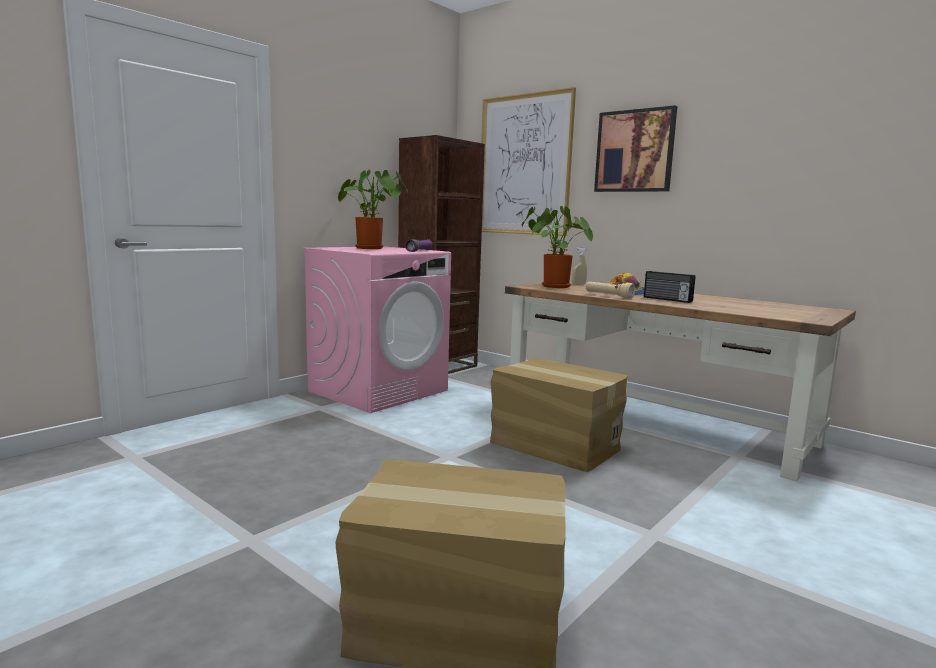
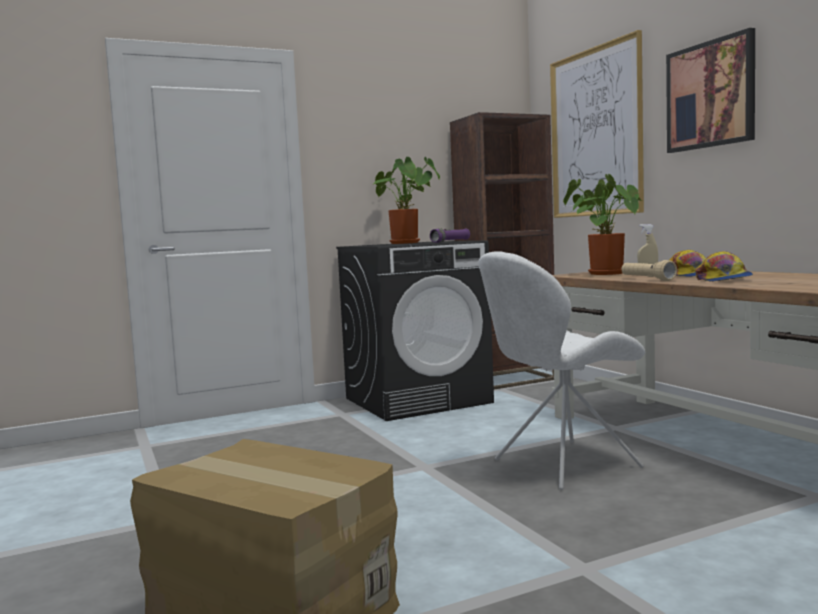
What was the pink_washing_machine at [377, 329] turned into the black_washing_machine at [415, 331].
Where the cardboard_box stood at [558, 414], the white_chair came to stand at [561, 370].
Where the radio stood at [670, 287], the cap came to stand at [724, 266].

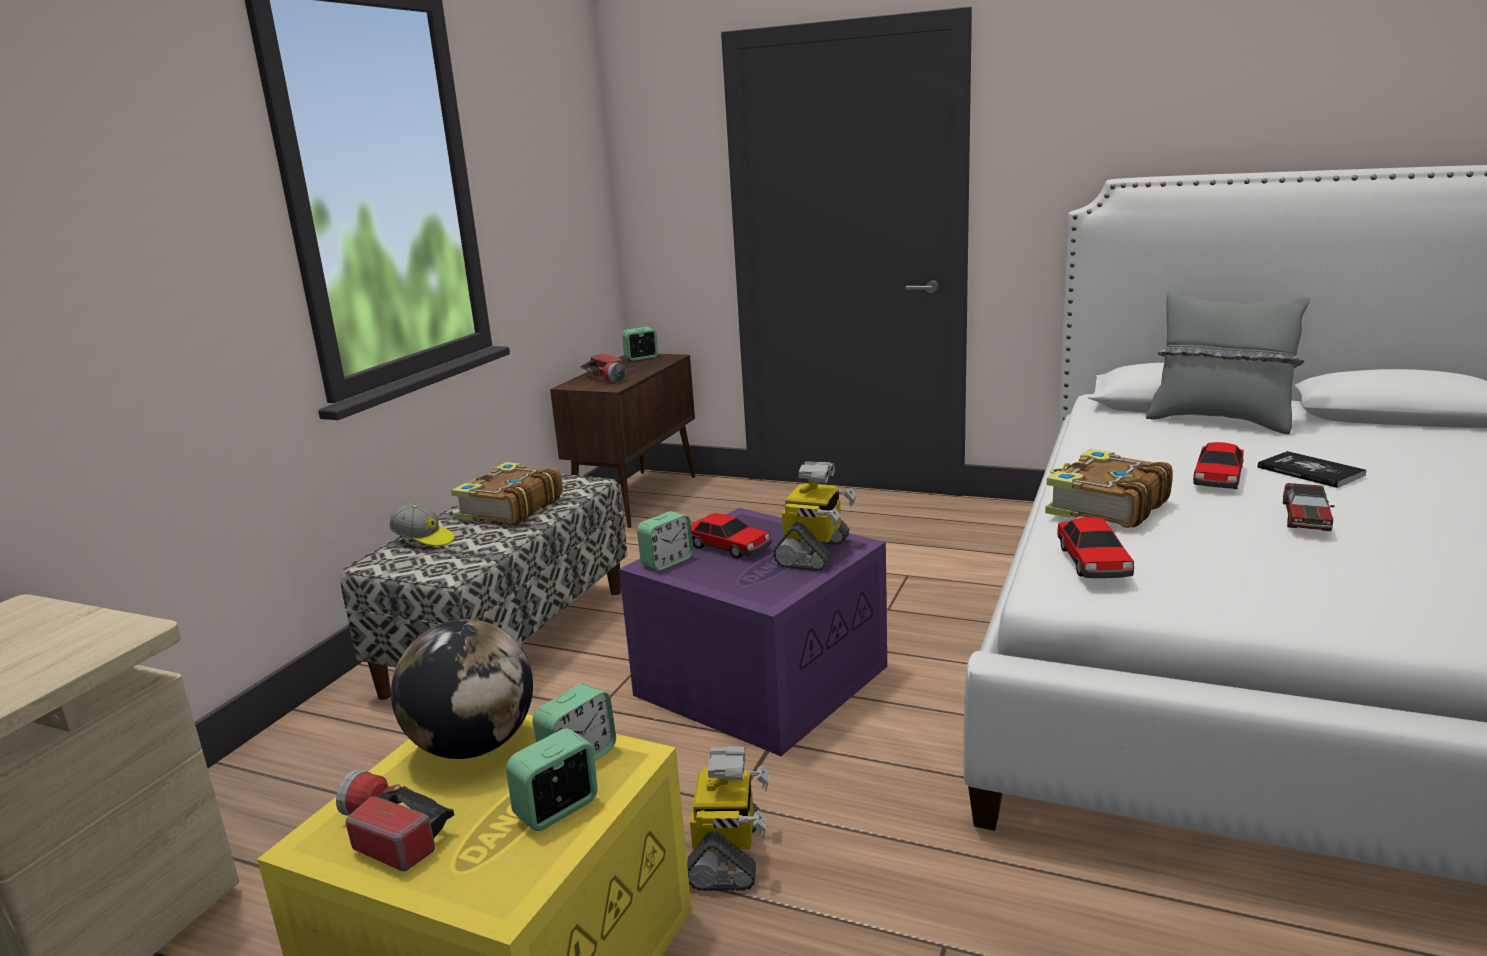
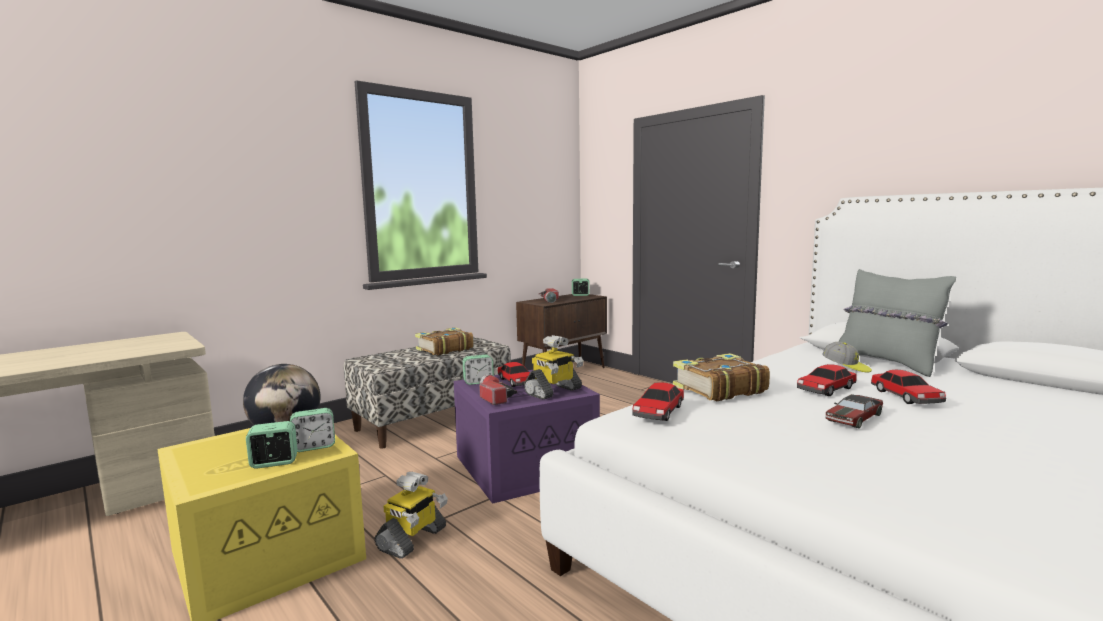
The flashlight ended up elsewhere, having gone from [395, 820] to [498, 389].
The cap ended up elsewhere, having gone from [421, 524] to [847, 357].
Where the book stood at [1312, 469], the toy_car came to stand at [908, 387].

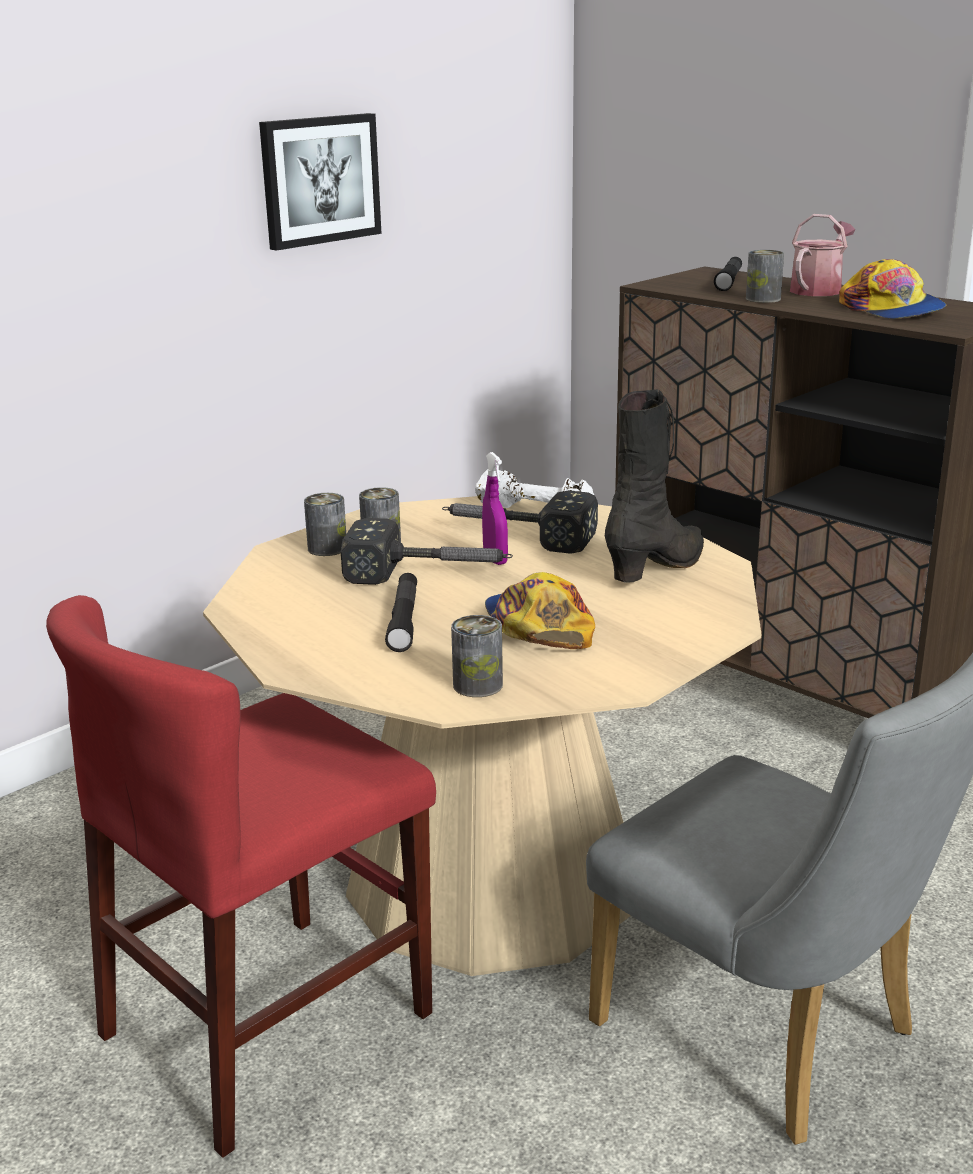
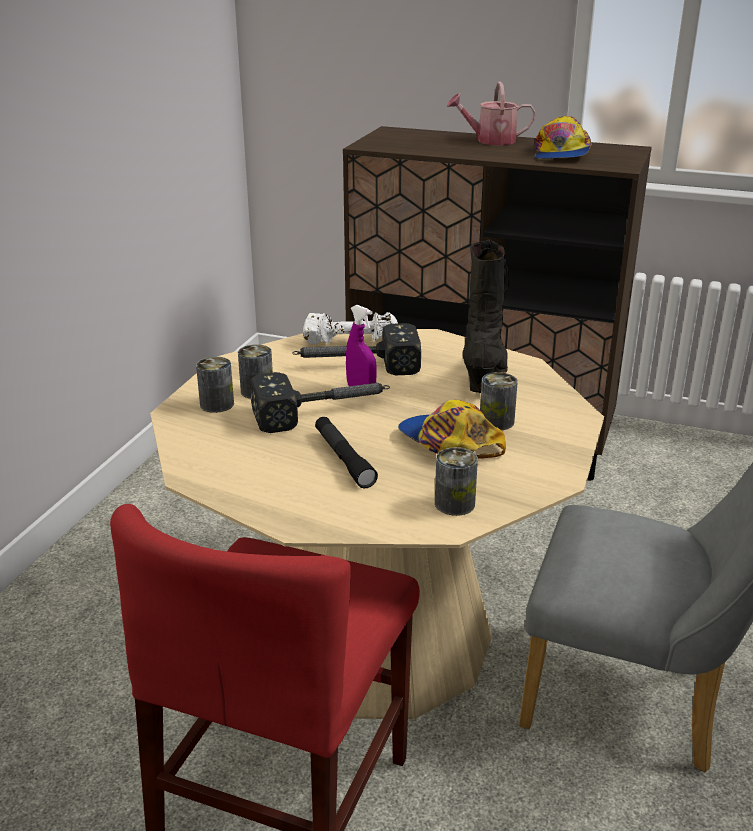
The watering_can at [822, 255] ended up facing another way, 105 degrees counterclockwise from before.
The can ended up elsewhere, having gone from [765, 276] to [499, 401].
The cap at [892, 289] ended up facing another way, 60 degrees clockwise from before.
The second view lost the picture at [320, 182].
The second view lost the black_flashlight at [728, 274].

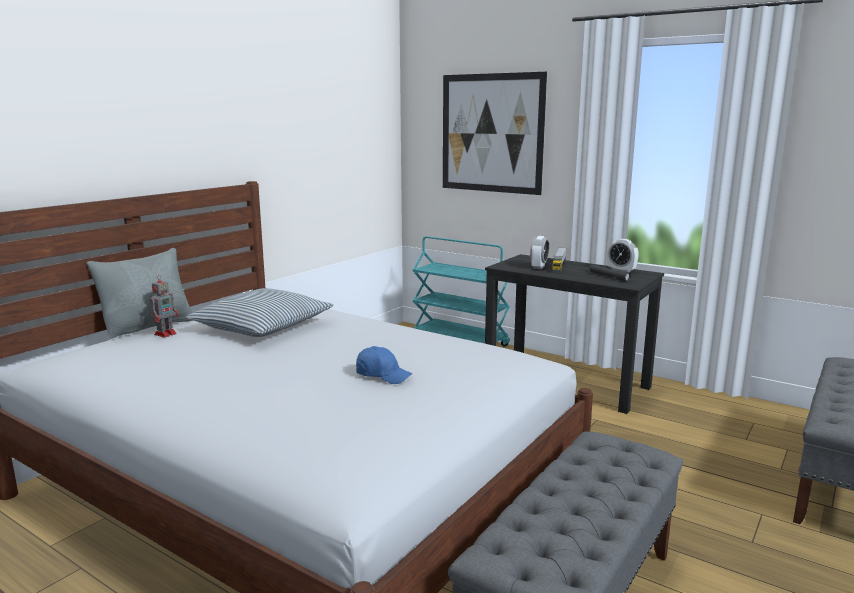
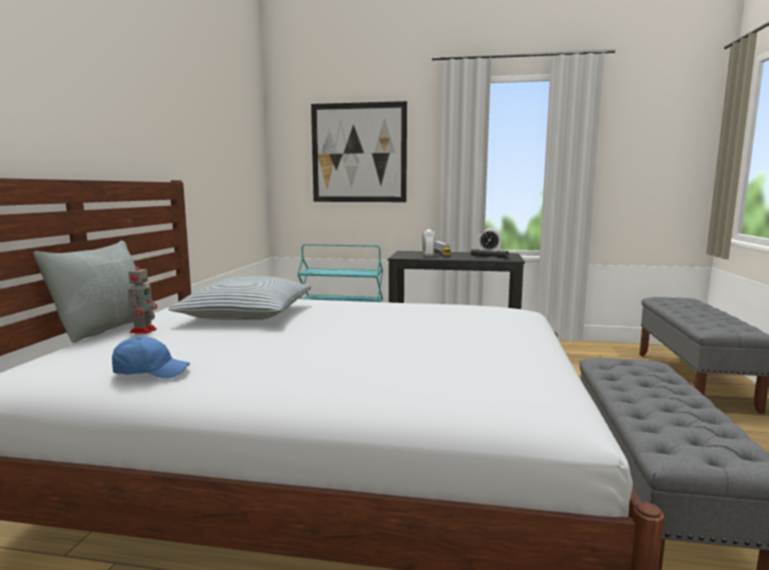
The blue_cap ended up elsewhere, having gone from [384, 365] to [151, 357].

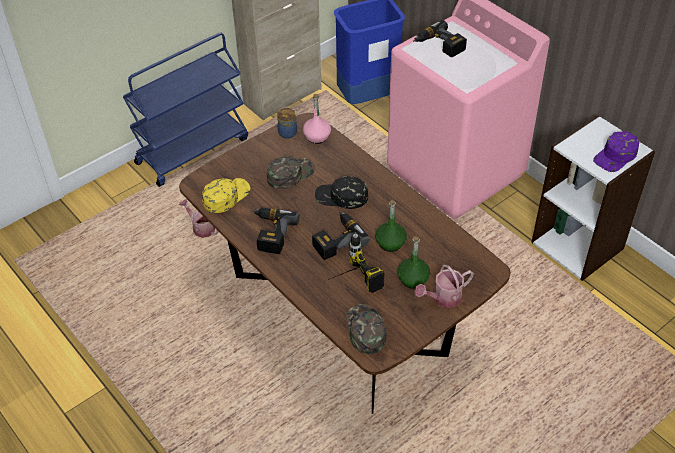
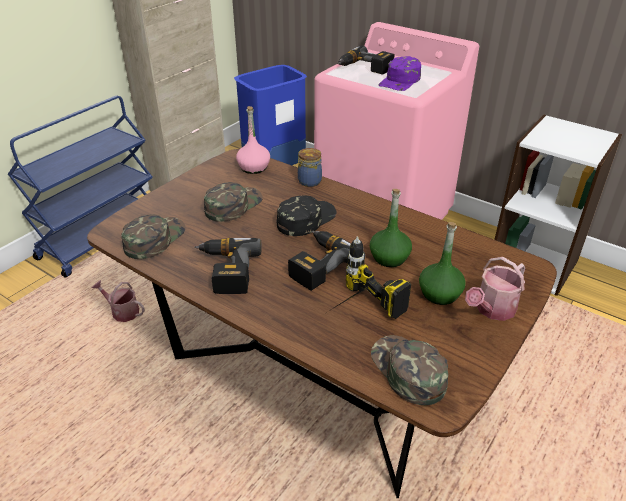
What was the yellow_cap at [226, 195] turned into the green_cap at [153, 236].
The black_cap at [341, 192] ended up facing another way, 135 degrees clockwise from before.
The jar ended up elsewhere, having gone from [287, 123] to [310, 167].
The purple_cap ended up elsewhere, having gone from [616, 151] to [400, 73].

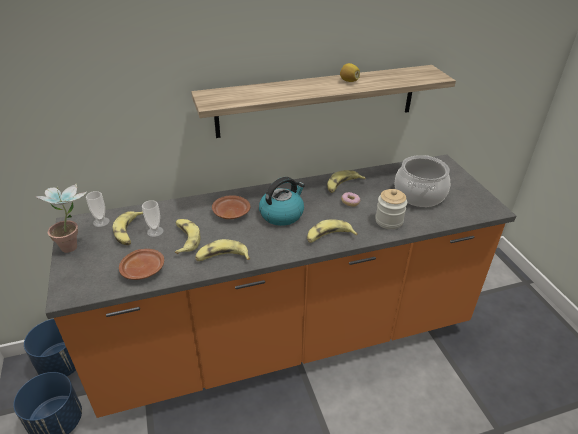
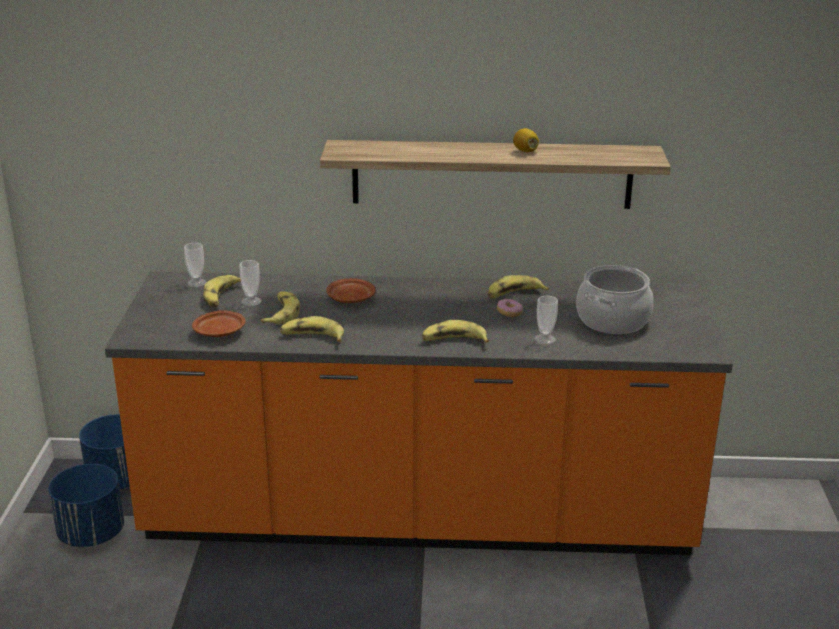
Where the jar stood at [391, 209], the cup came to stand at [546, 320].
The second view lost the potted_plant at [61, 218].
The second view lost the kettle at [282, 201].

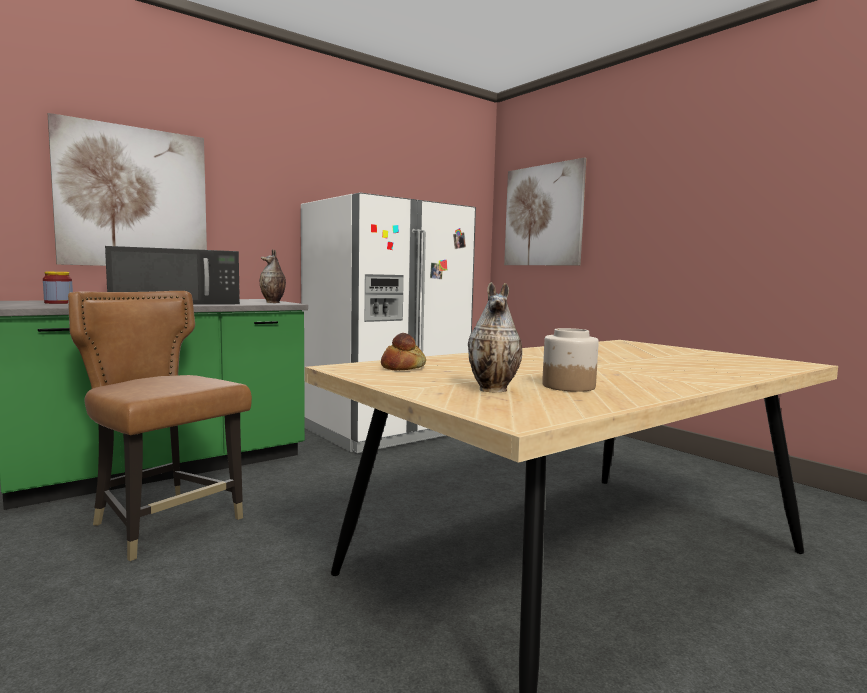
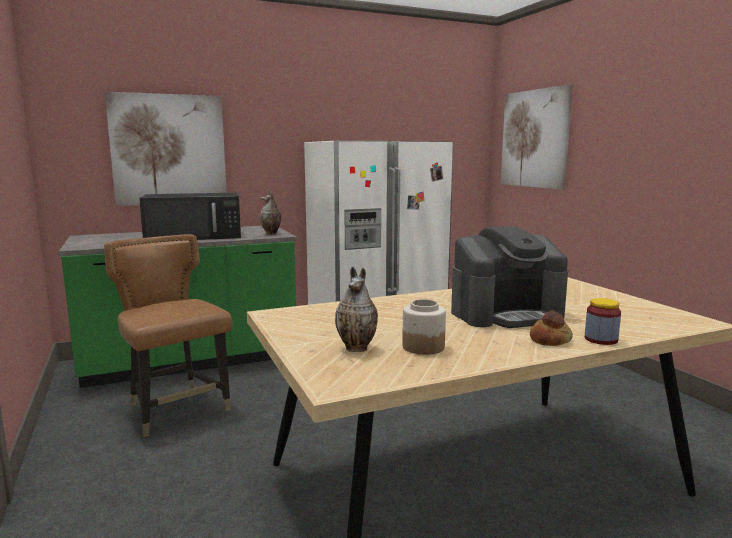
The second view gained the coffee_machine at [509, 277].
The bread ended up elsewhere, having gone from [403, 351] to [551, 328].
The jar ended up elsewhere, having gone from [58, 287] to [603, 321].

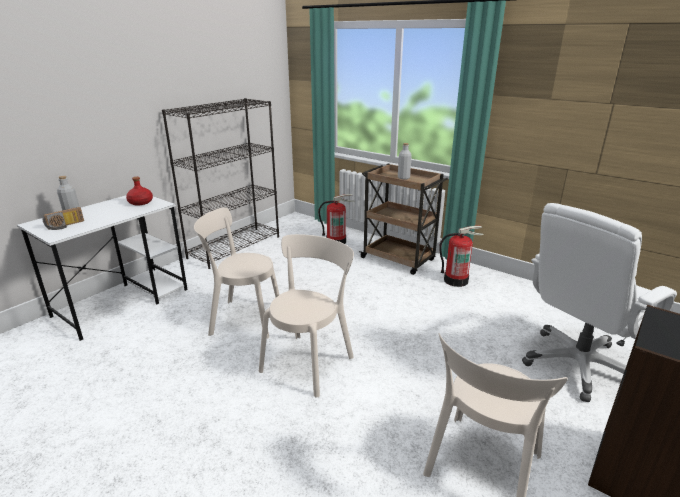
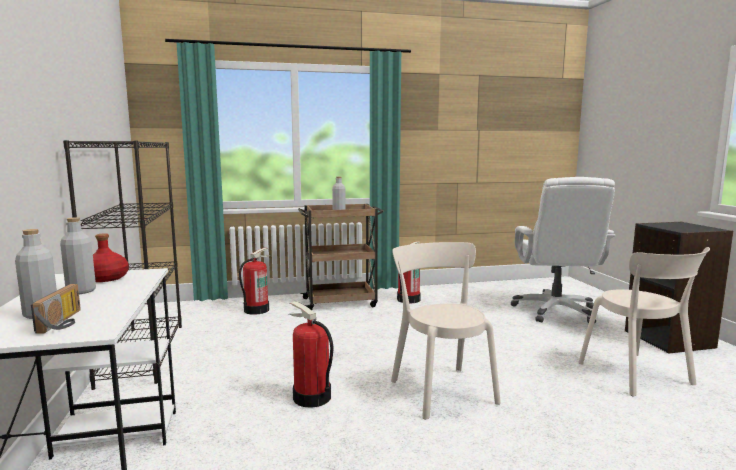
The second view gained the grey_bottle at [78, 255].
Where the beige_chair stood at [237, 273], the fire_extinguisher came to stand at [311, 355].

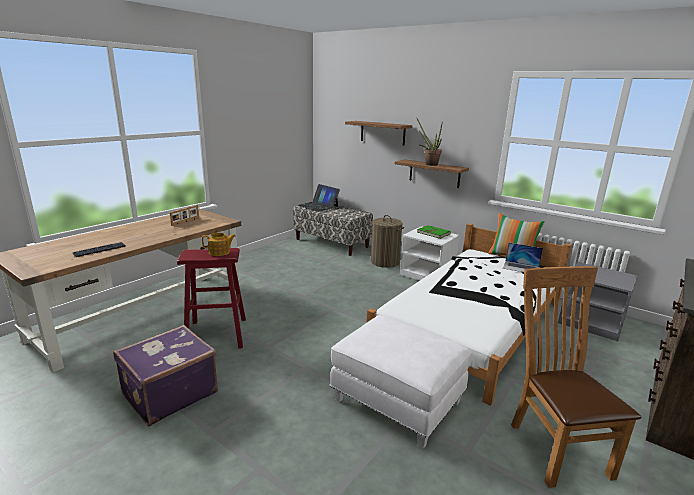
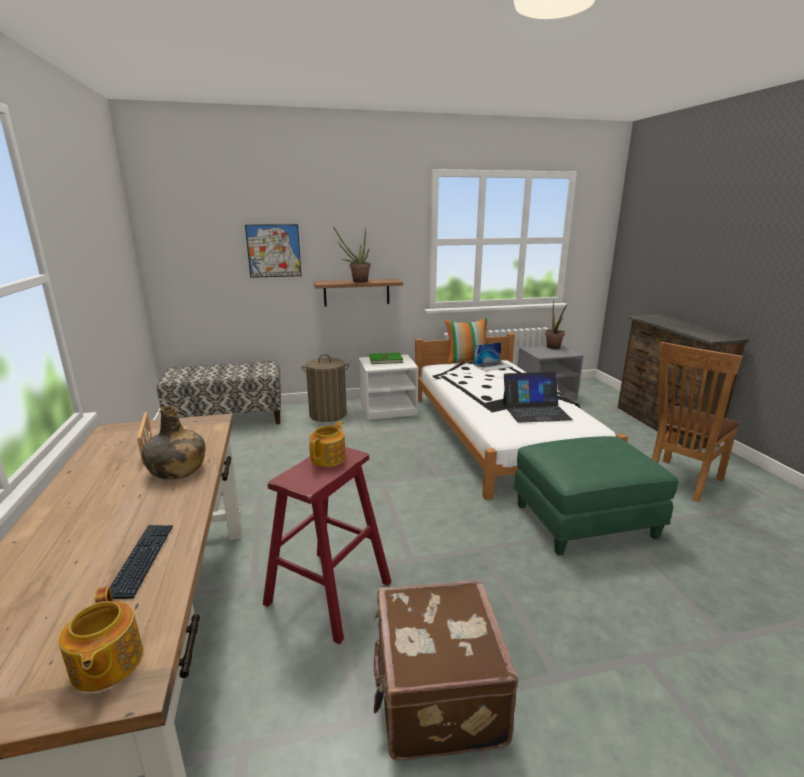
The second view gained the teapot at [100, 639].
The second view gained the green_bottle at [173, 443].
Where the shelf hung at [379, 133], the picture came to hang at [273, 251].
What was the purple_suitcase at [165, 375] turned into the brown_suitcase at [446, 670].
The laptop ended up elsewhere, having gone from [319, 198] to [538, 397].
What was the white_ottoman at [400, 382] turned into the green_ottoman at [596, 495].
The second view gained the potted_plant at [556, 324].
The brown_chair at [576, 377] ended up facing another way, 75 degrees counterclockwise from before.

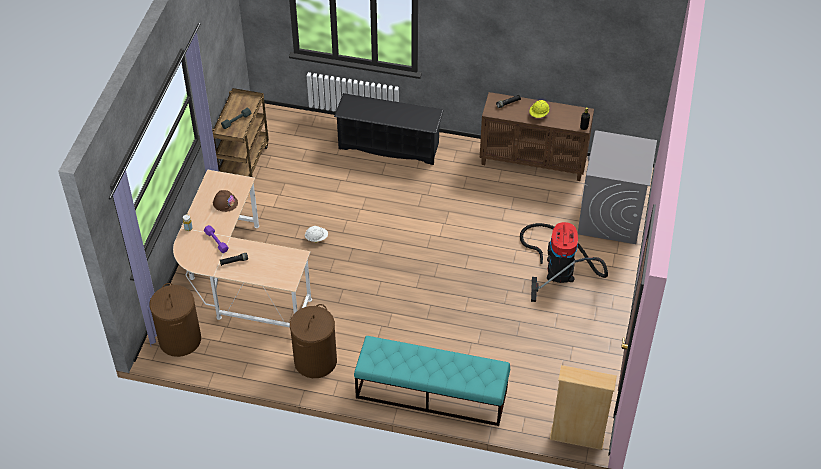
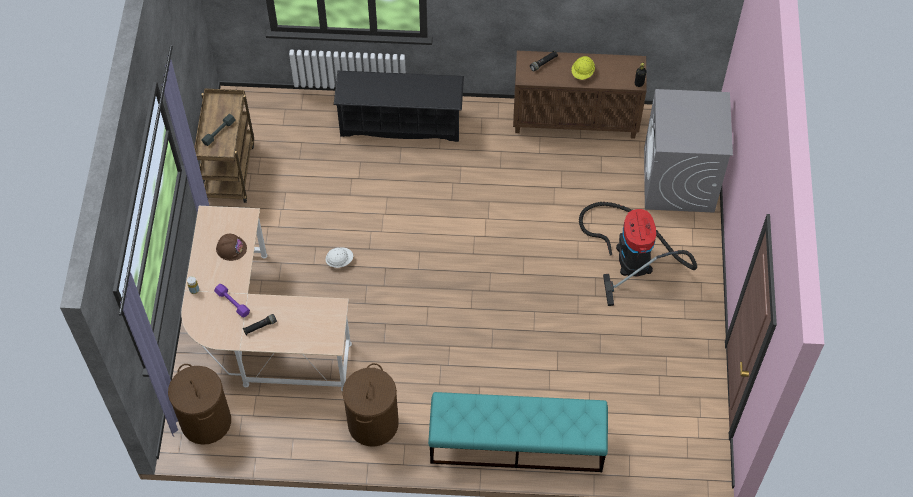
The second view lost the beige_bookcase at [583, 407].

